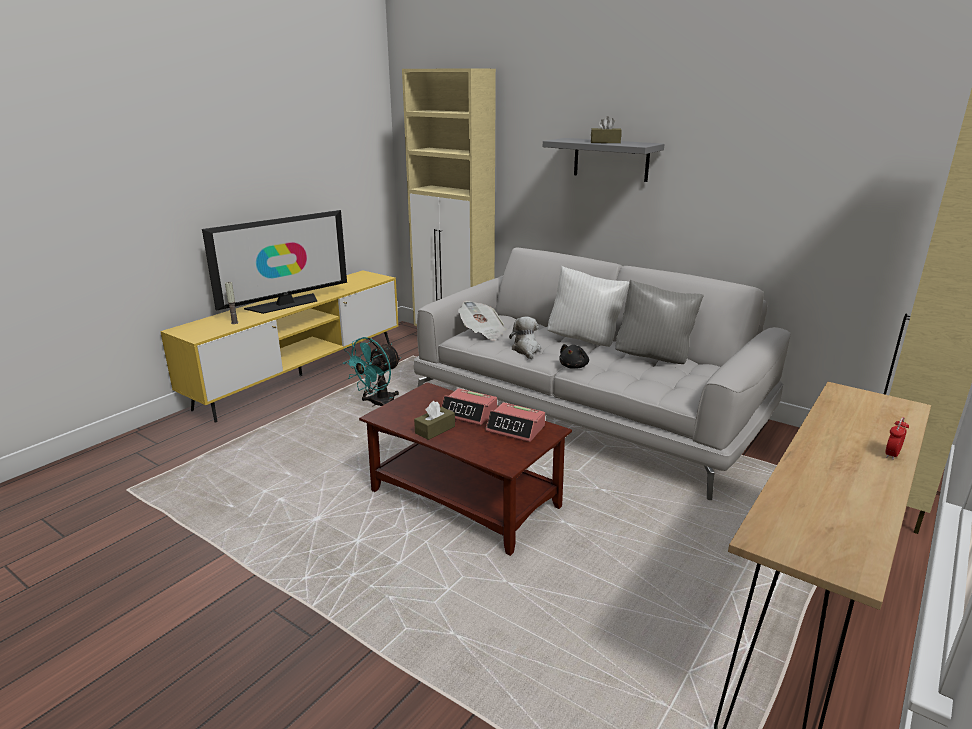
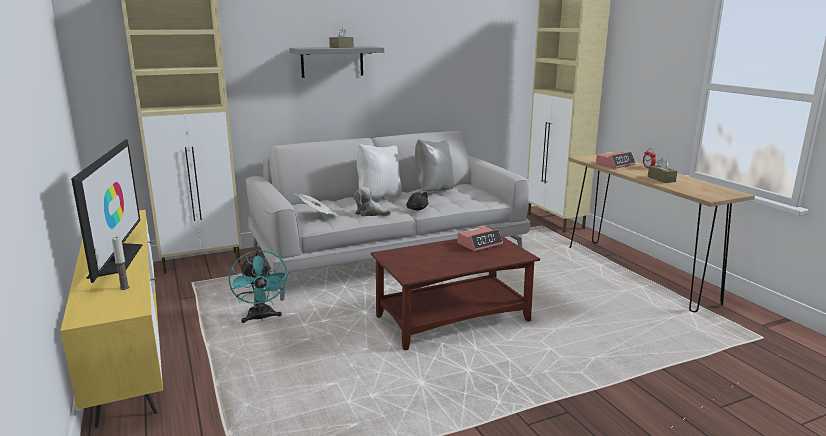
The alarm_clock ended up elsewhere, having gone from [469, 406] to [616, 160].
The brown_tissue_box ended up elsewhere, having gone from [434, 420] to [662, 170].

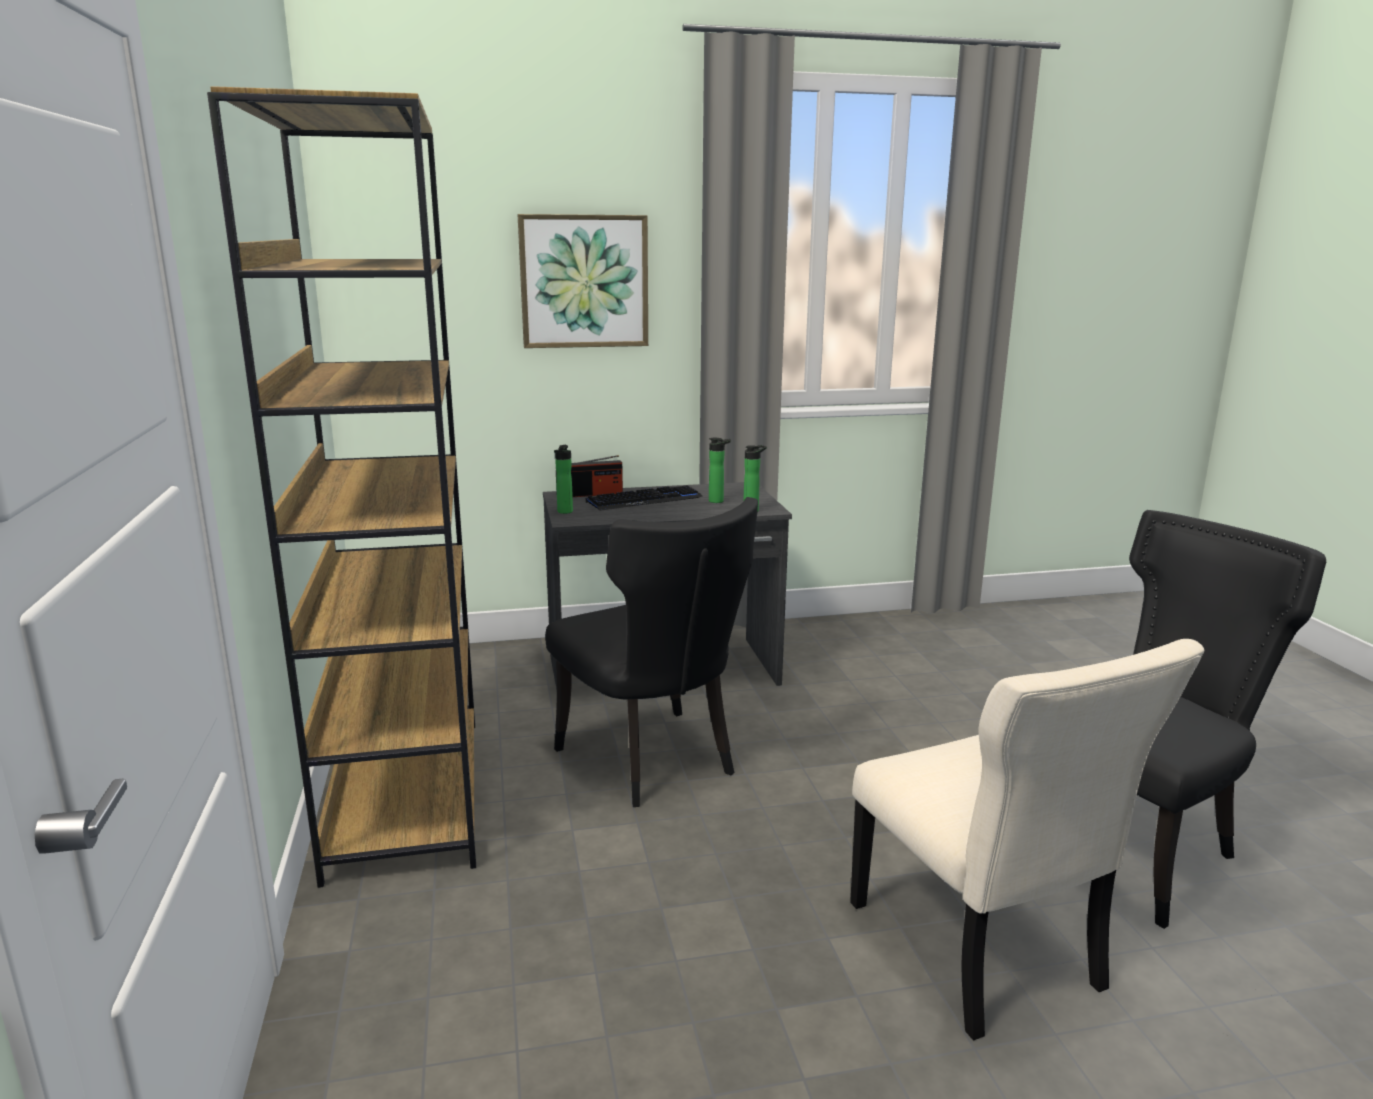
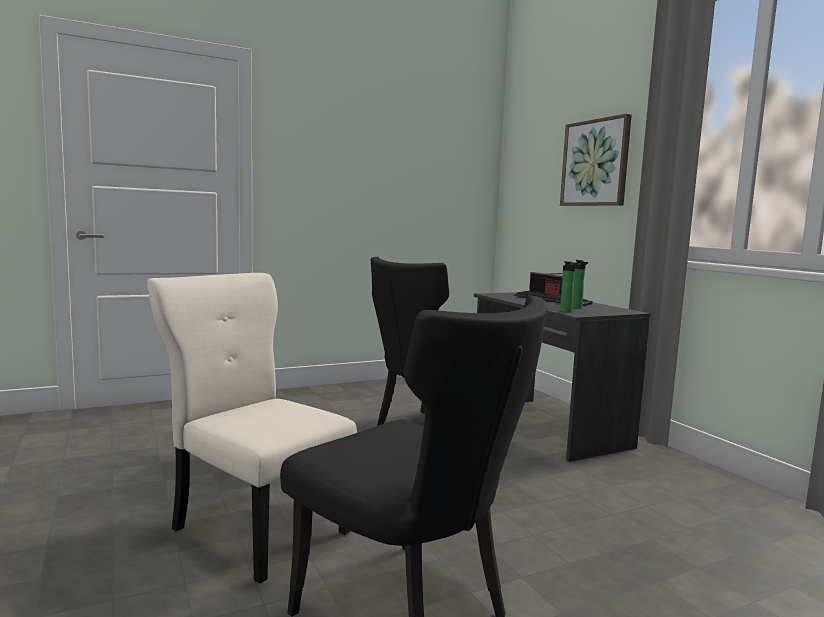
The beige_chair at [1027, 840] ended up facing another way, 75 degrees clockwise from before.
The second view lost the brown_bookcase at [341, 487].
The second view lost the bottle at [563, 479].

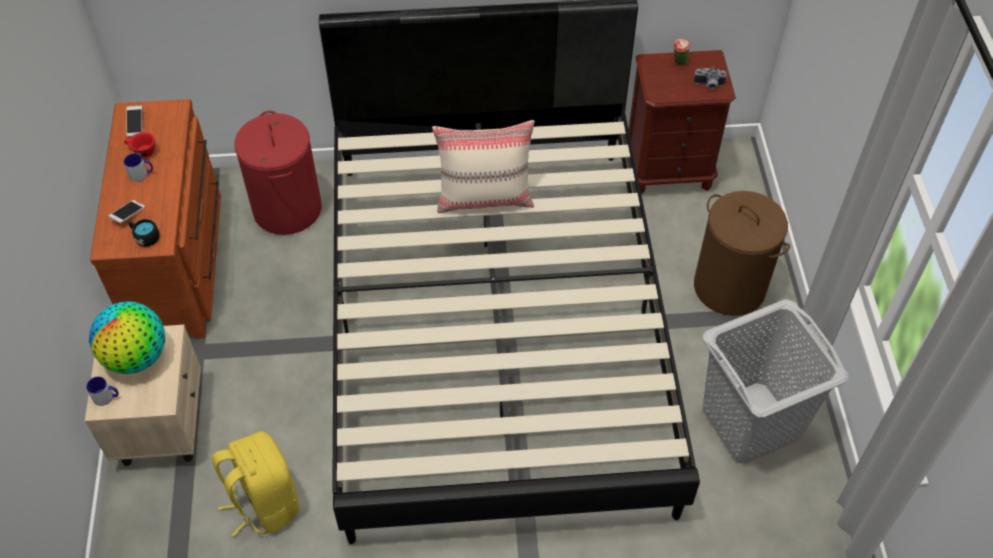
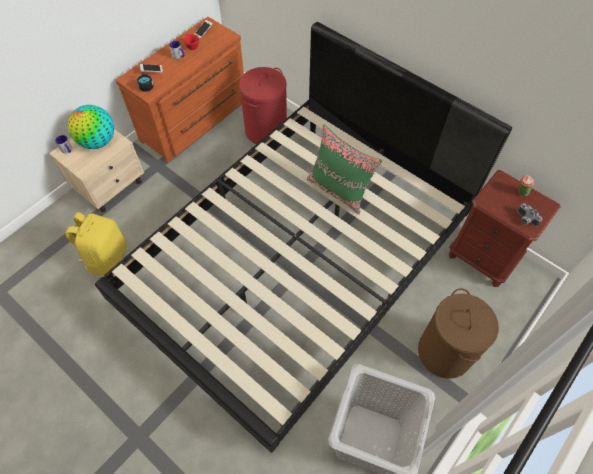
What was the beige_pillow at [483, 166] turned into the green_pillow at [344, 170].

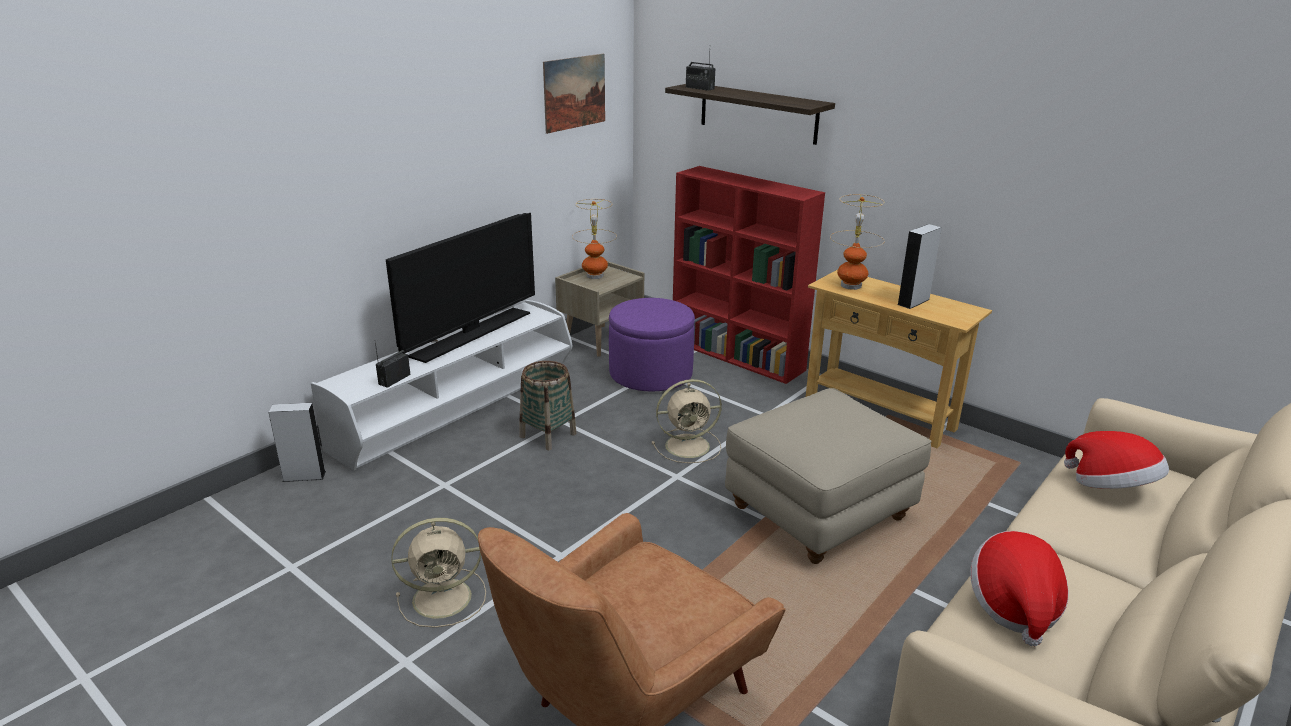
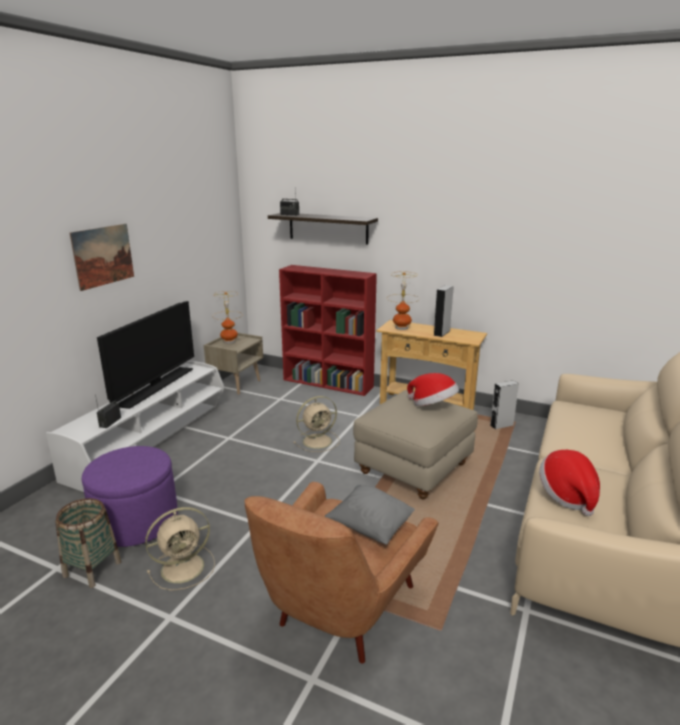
The basket ended up elsewhere, having gone from [548, 405] to [88, 543].
The picture ended up elsewhere, having gone from [574, 94] to [101, 257].
The purple_ottoman ended up elsewhere, having gone from [652, 344] to [130, 496].
The second view gained the grey_pillow at [369, 514].
The hat ended up elsewhere, having gone from [1116, 460] to [433, 389].
The grey_speaker ended up elsewhere, having gone from [297, 442] to [504, 404].

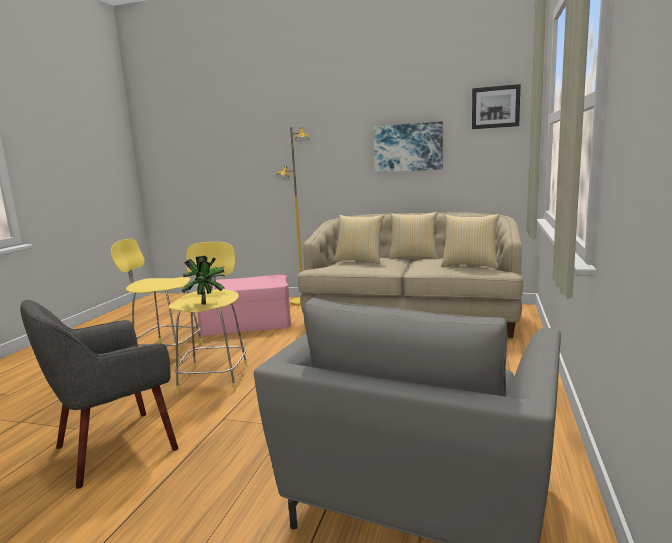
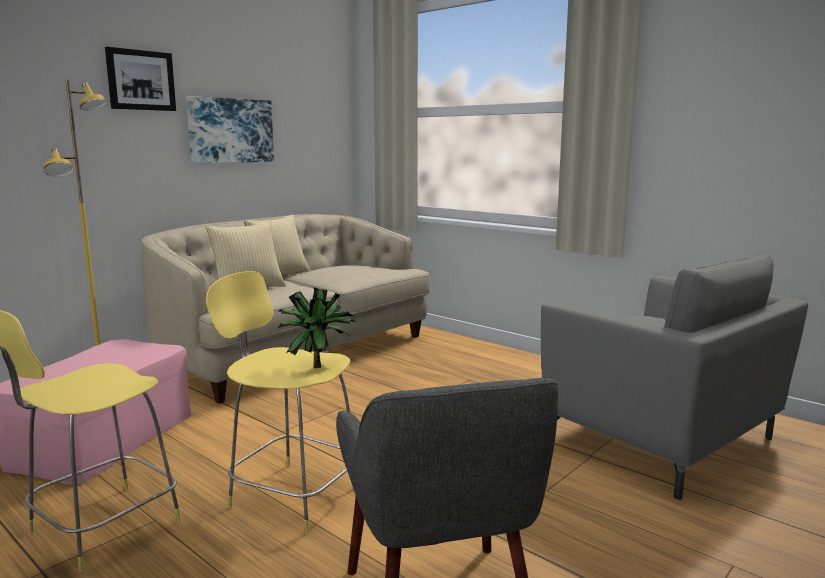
The picture ended up elsewhere, having gone from [496, 106] to [140, 79].
The second view lost the pillow at [470, 241].

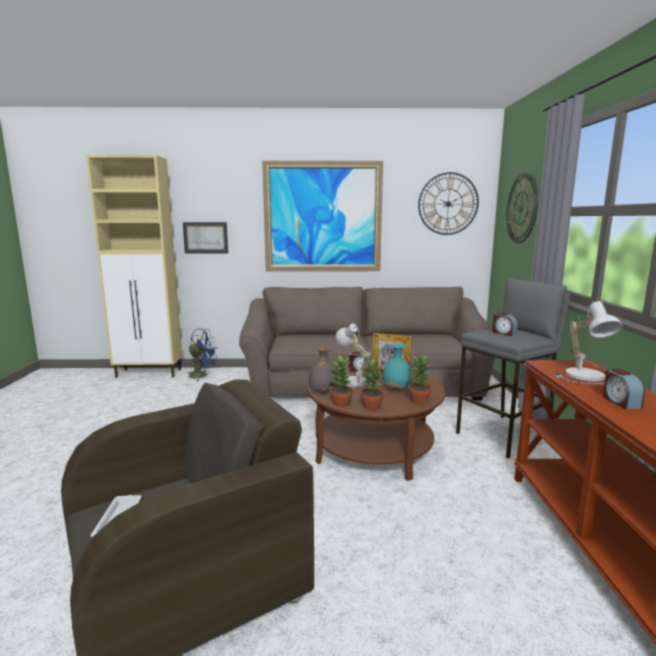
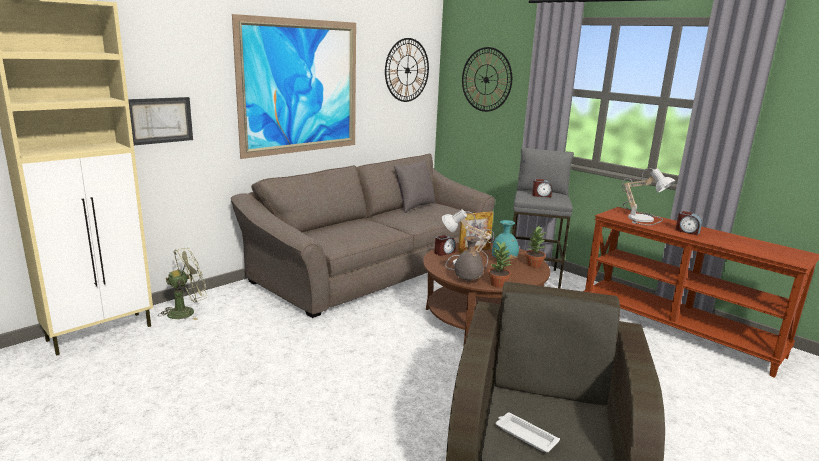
What was the blue_fan at [202, 354] turned into the green_fan at [182, 284].
The second view gained the grey_pillow at [415, 186].
The second view lost the potted_plant at [372, 384].

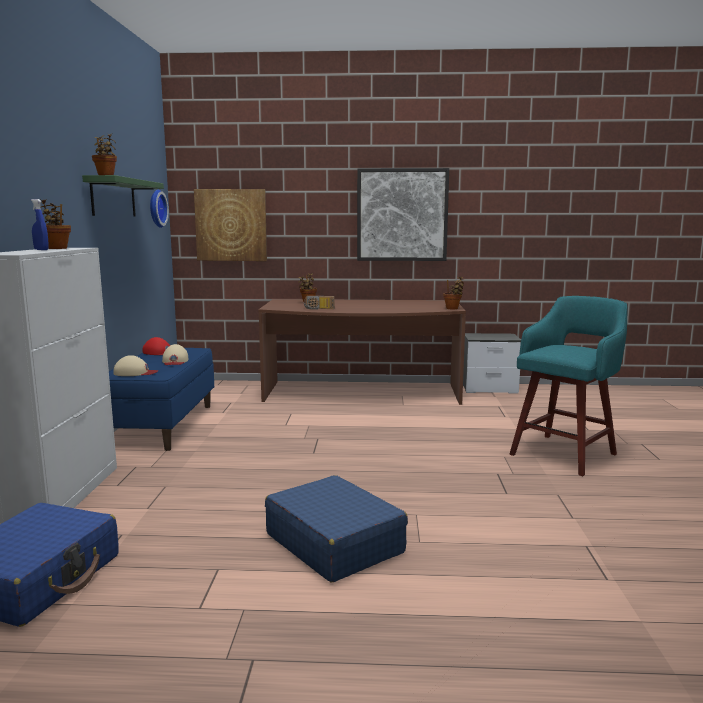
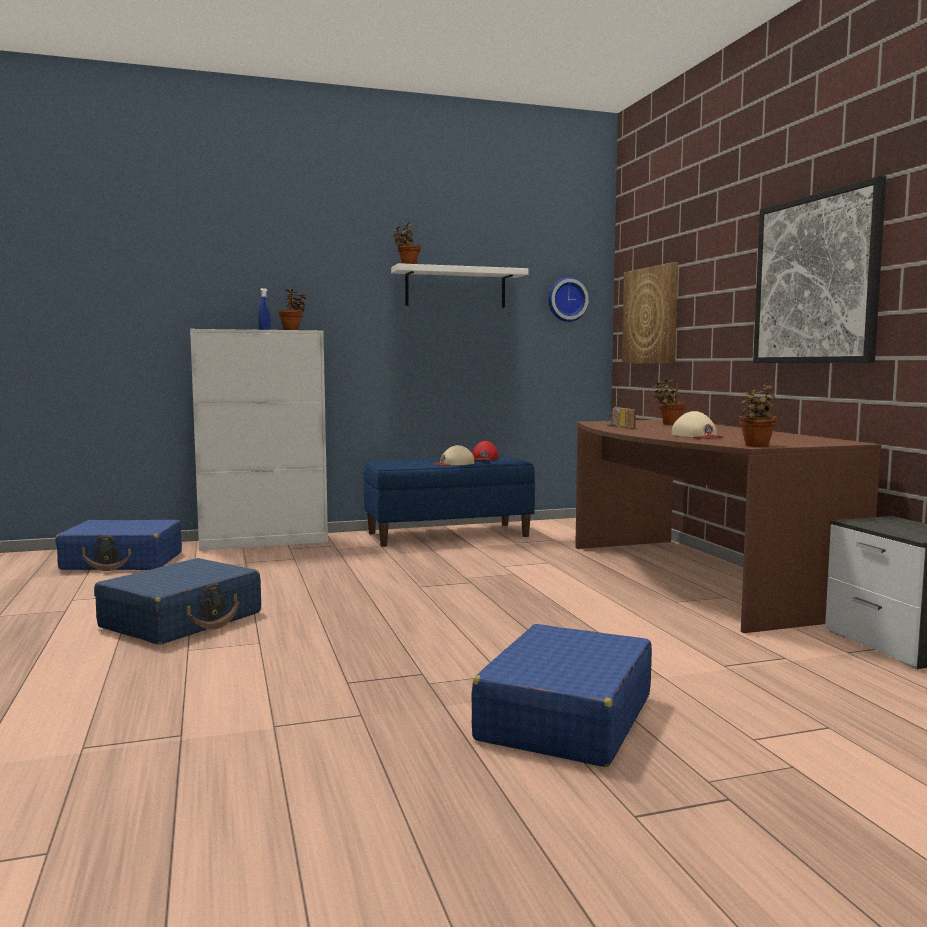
What was the green_shelf at [123, 195] turned into the white_shelf at [459, 285].
Where the turquoise_stool stood at [568, 386], the blue_suitcase came to stand at [562, 695].
The beige_cap ended up elsewhere, having gone from [135, 365] to [697, 425].

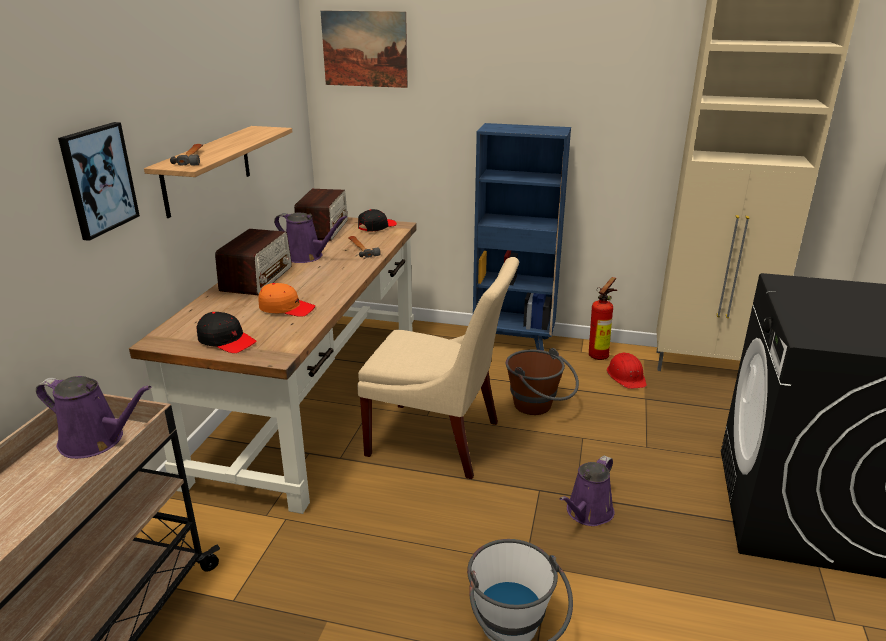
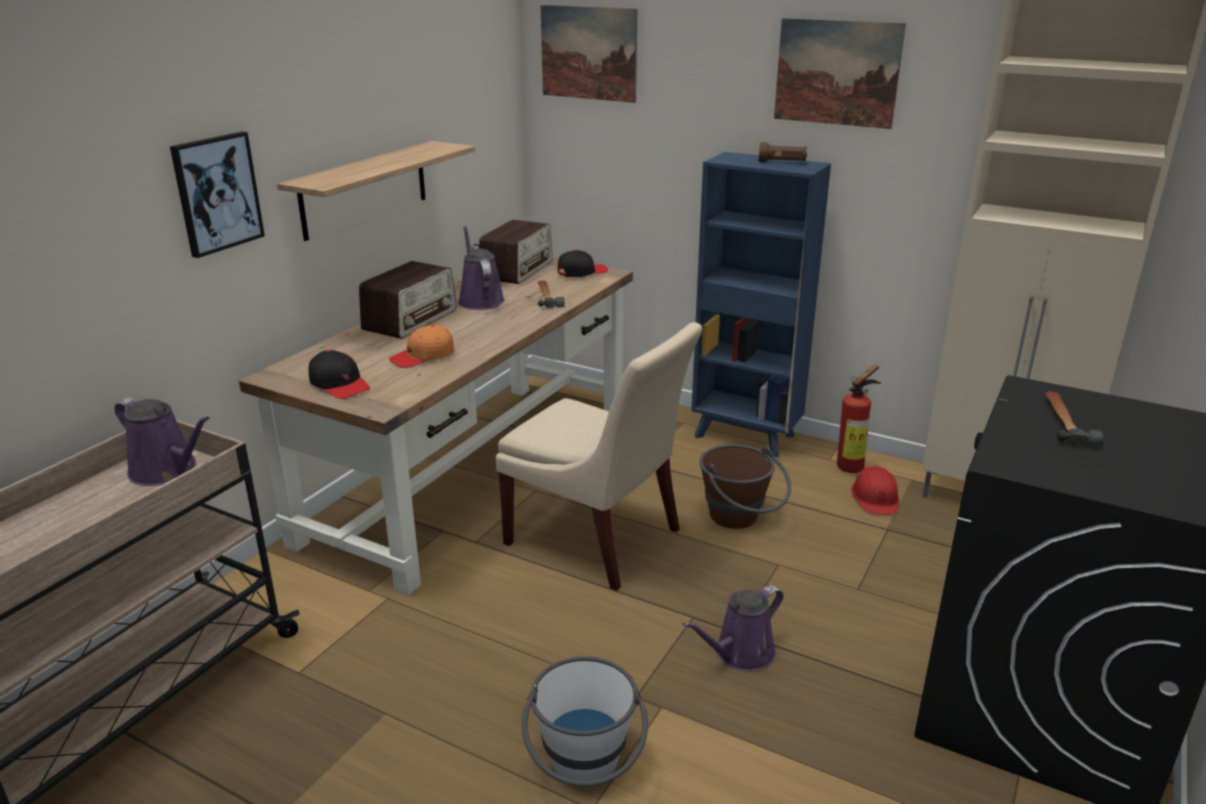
The orange_cap at [287, 300] ended up facing another way, 120 degrees clockwise from before.
The purple_watering_can at [310, 237] ended up facing another way, 150 degrees counterclockwise from before.
The second view gained the brown_flashlight at [783, 152].
The second view gained the picture at [840, 73].
The hammer ended up elsewhere, having gone from [186, 154] to [1074, 419].

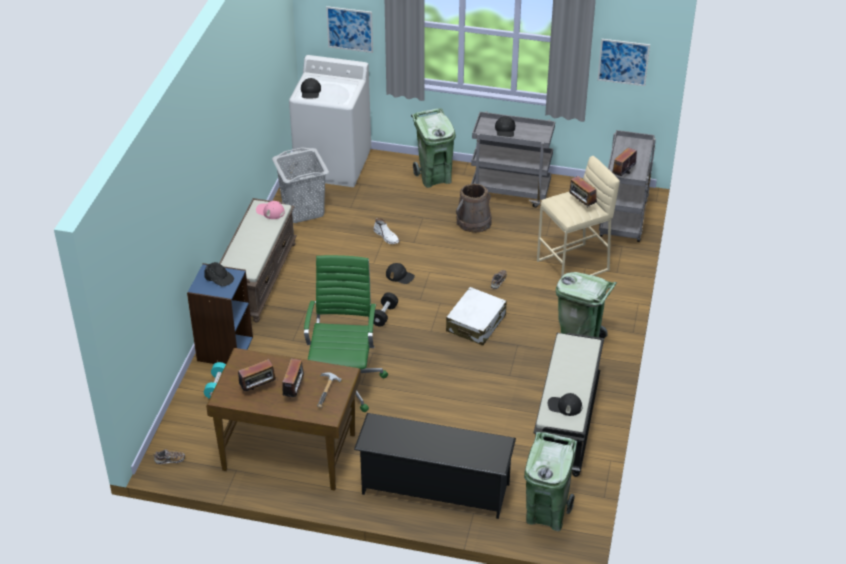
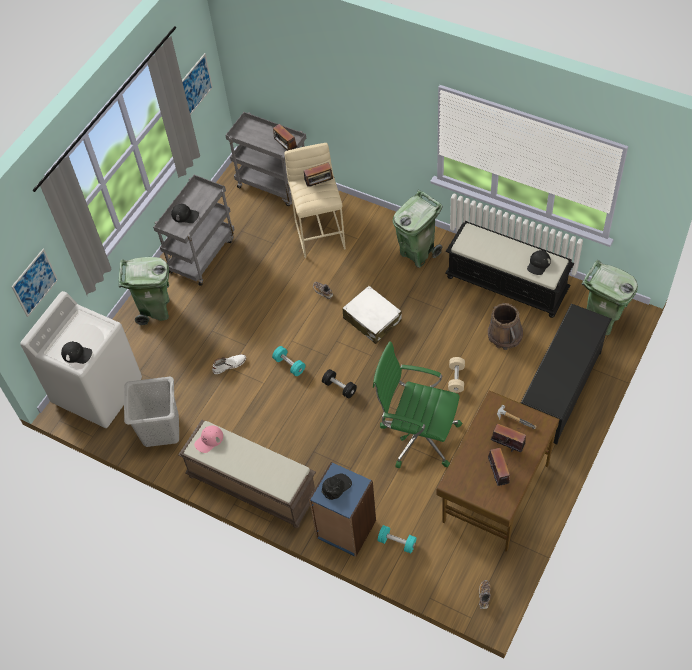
Where the black_cap stood at [400, 273], the turquoise_dumbbell came to stand at [289, 361].
The second view gained the beige_dumbbell at [456, 375].
The brown_bucket ended up elsewhere, having gone from [474, 208] to [505, 326].

